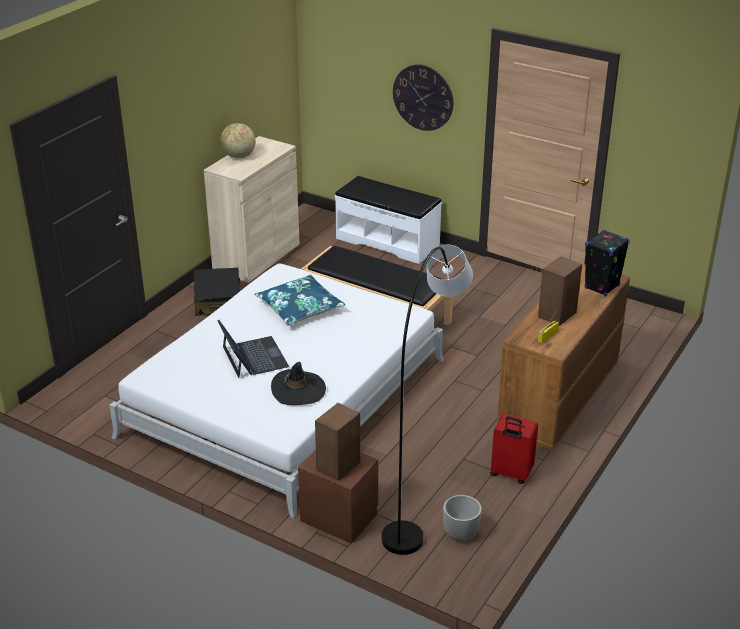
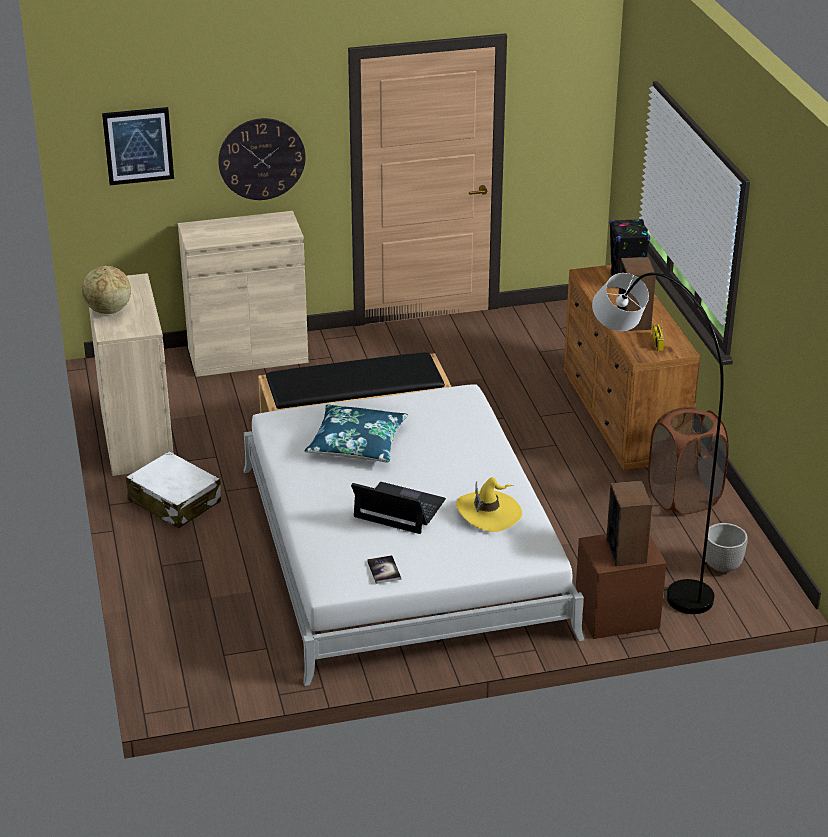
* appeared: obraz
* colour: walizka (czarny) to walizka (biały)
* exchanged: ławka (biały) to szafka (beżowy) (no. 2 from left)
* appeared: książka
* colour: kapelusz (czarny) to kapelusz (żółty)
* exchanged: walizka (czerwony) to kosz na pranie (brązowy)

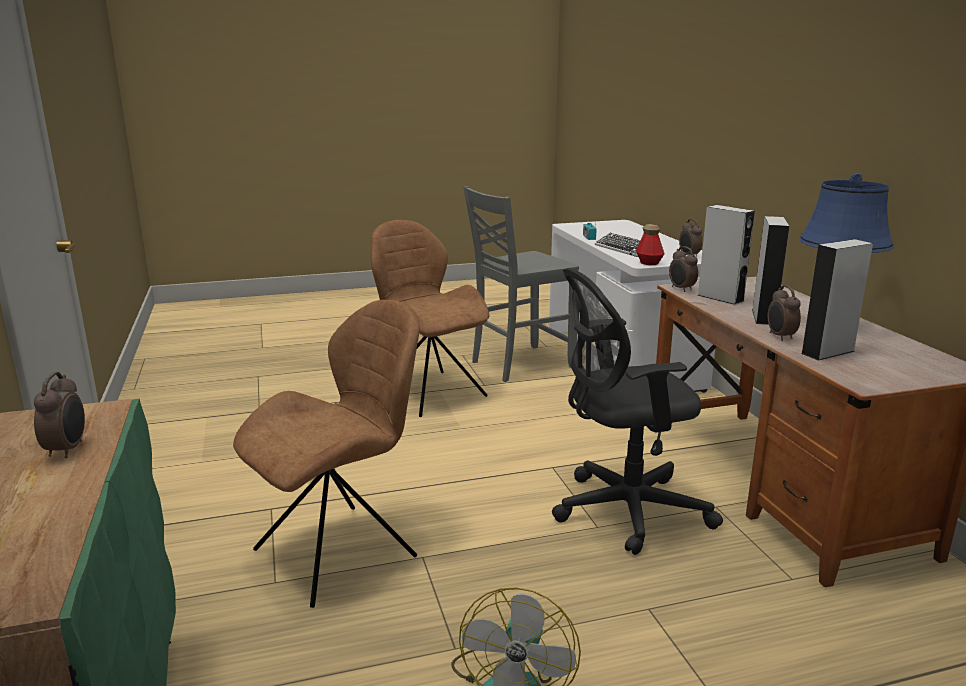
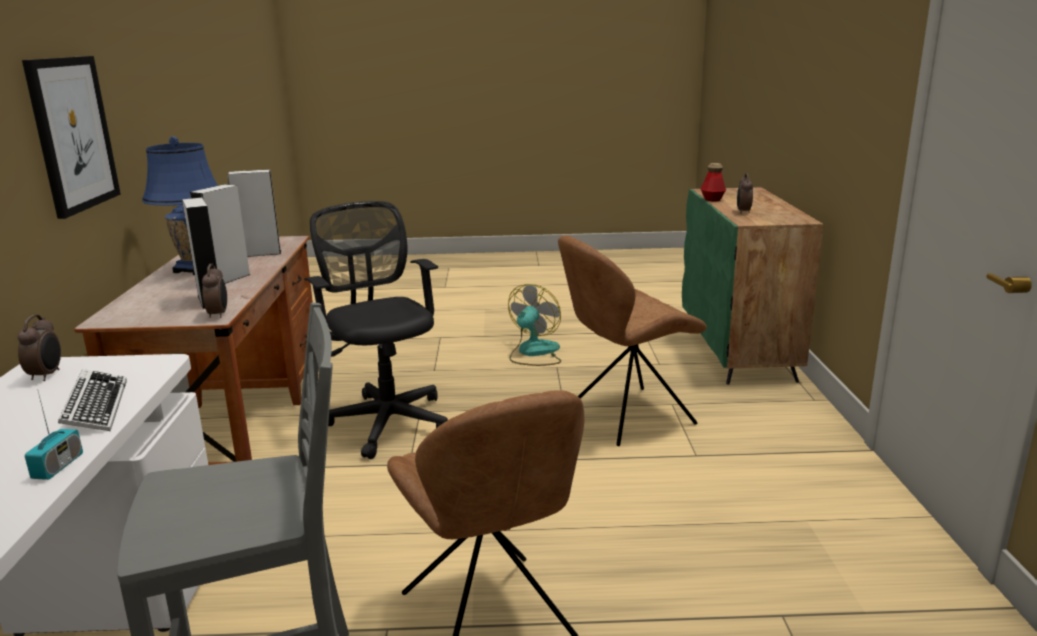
* appeared: obraz
* spun: krzesło biurowe (czarny) 120 degrees counterclockwise
* relocated: butelka
* missing: budzik (no. 4 from left)

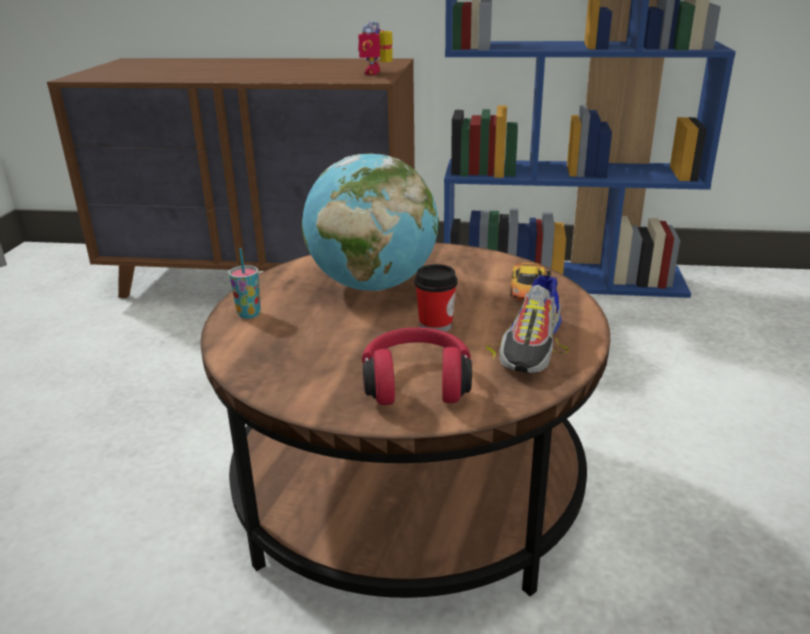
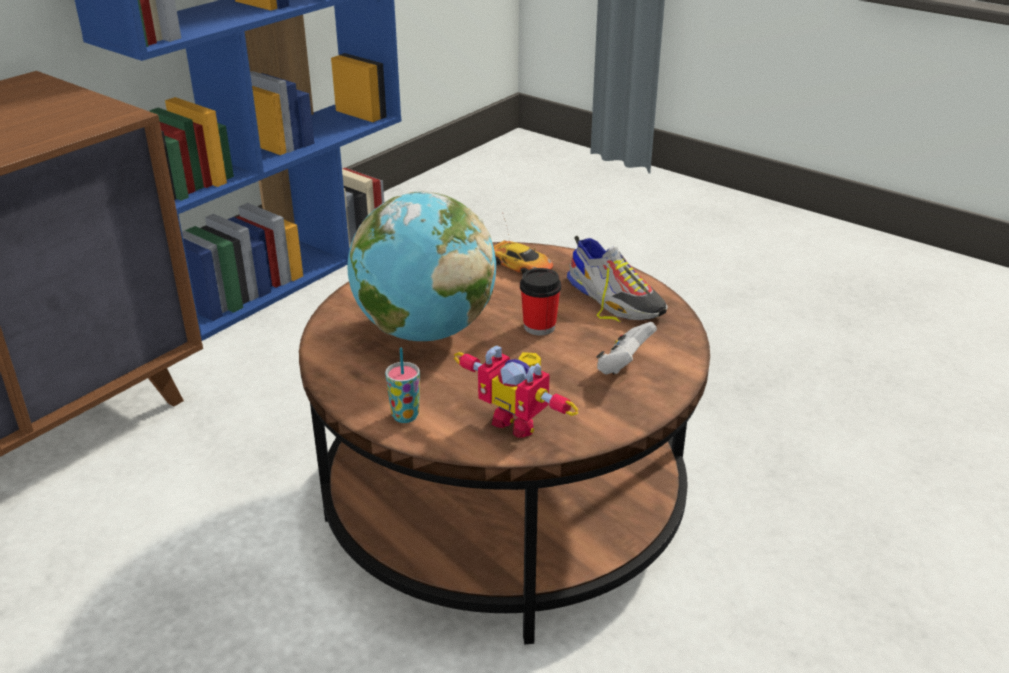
* relocated: robot zabawkowy
* exchanged: słuchawki (czerwony) to pad do gier (biały)

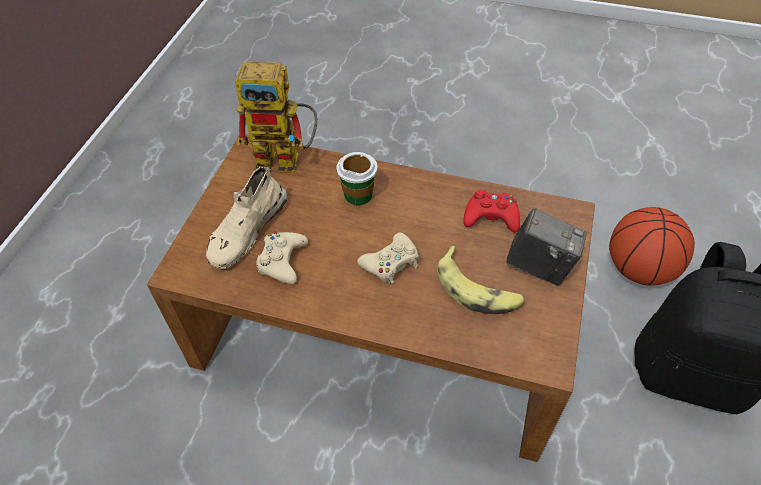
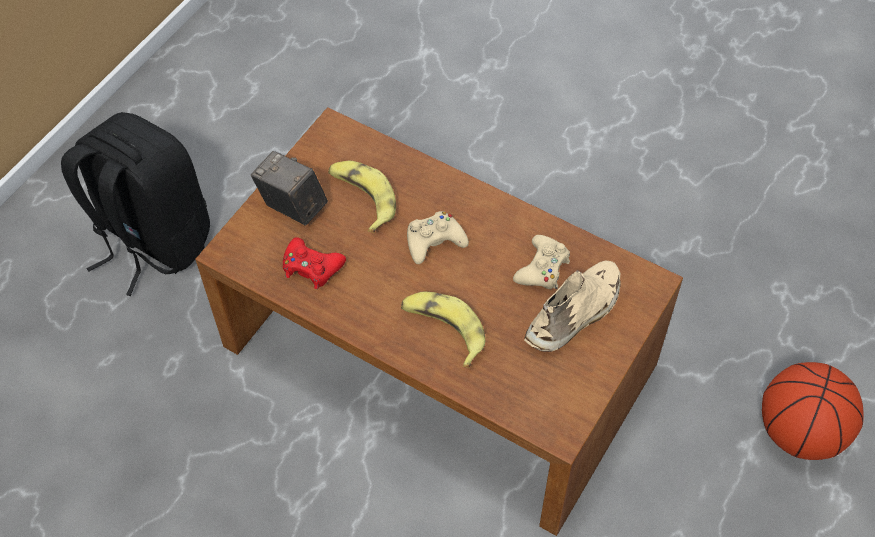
* exchanged: filiżanka to banan (no. 2 from left)
* relocated: piłka do koszykówki
* missing: robot zabawkowy

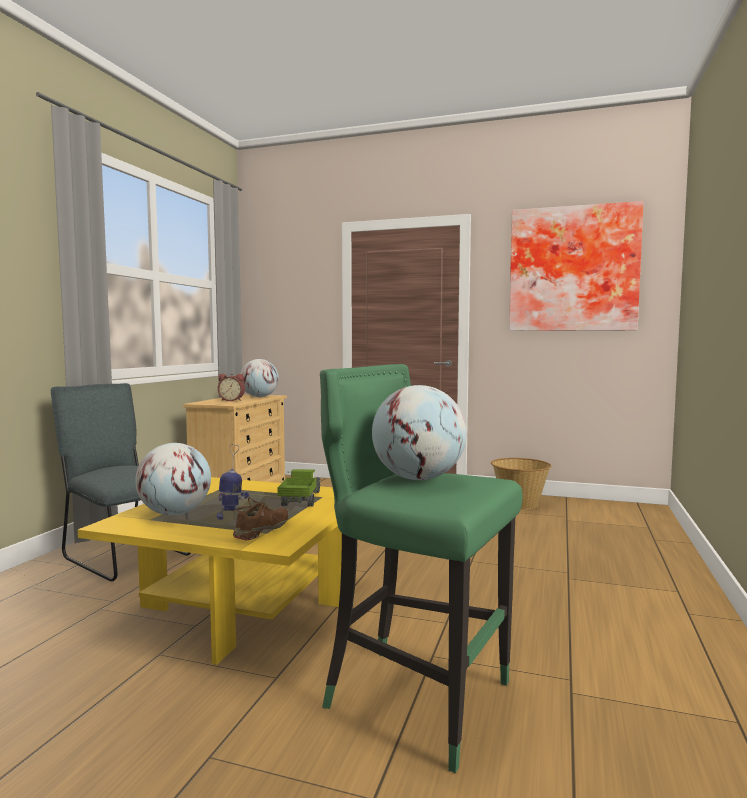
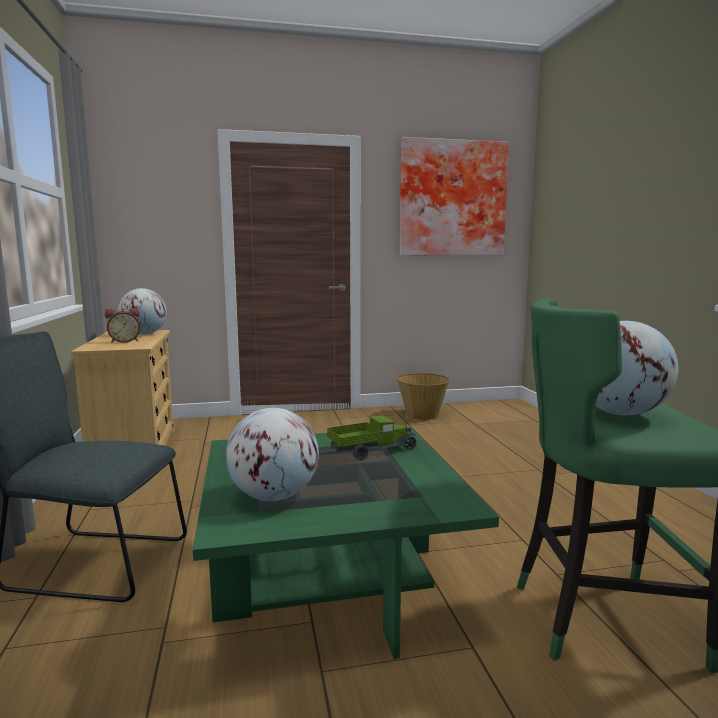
* colour: ława (żółty) to ława (zielony)
* spun: ciężarówka zabawkowa 90 degrees clockwise
* missing: robot zabawkowy
* missing: but (brązowy)

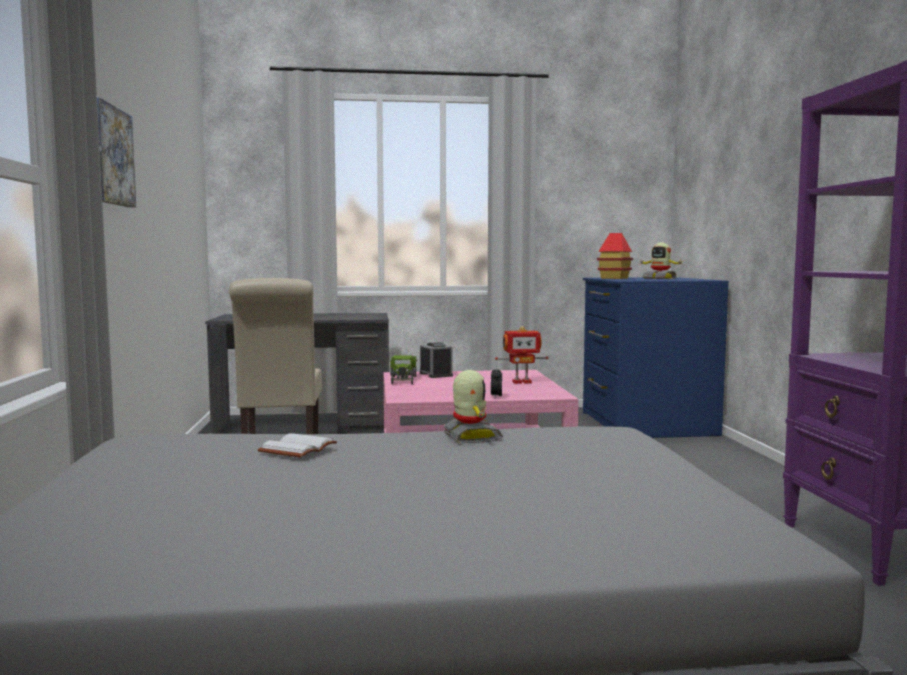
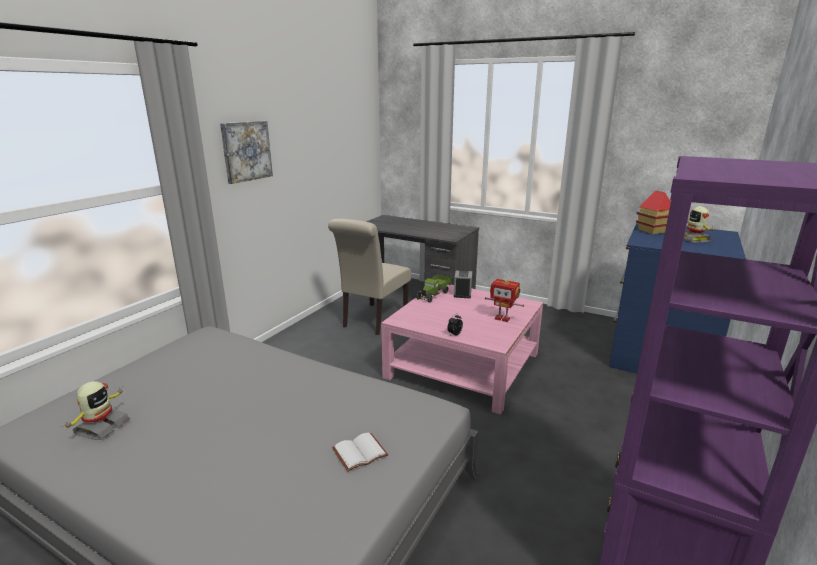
* relocated: robot zabawkowy (no. 1 from left)
* relocated: książka (biały)

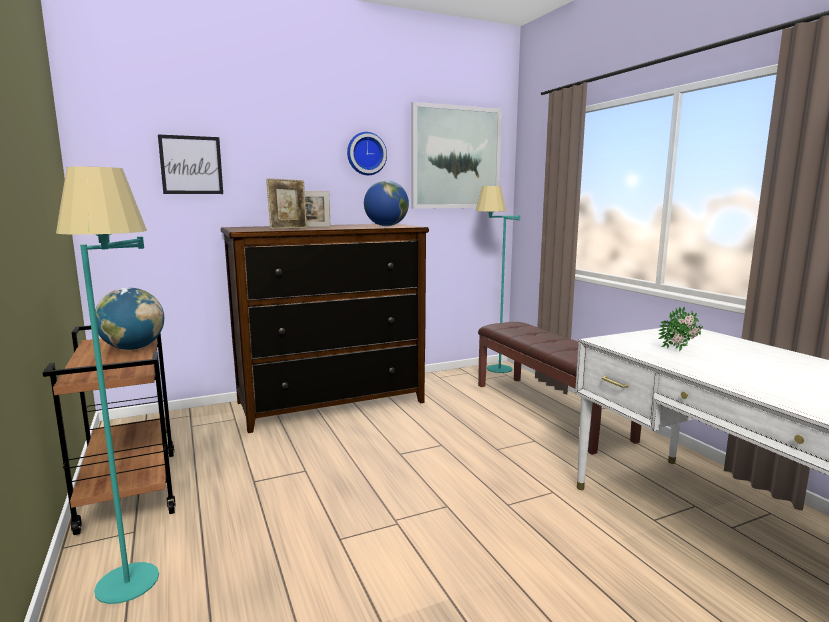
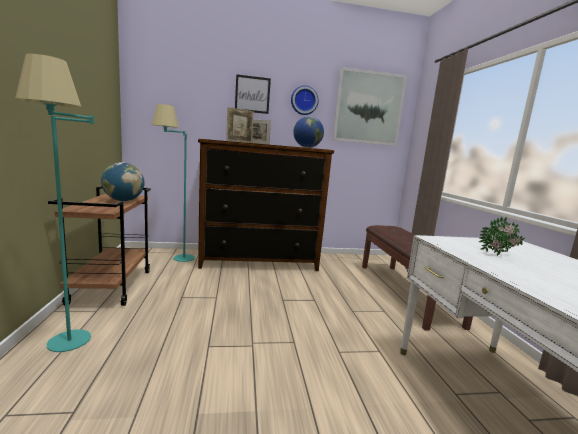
* relocated: lampa stojąca (turkusowy) (no. 2 from left)
* relocated: obraz (no. 1 from left)

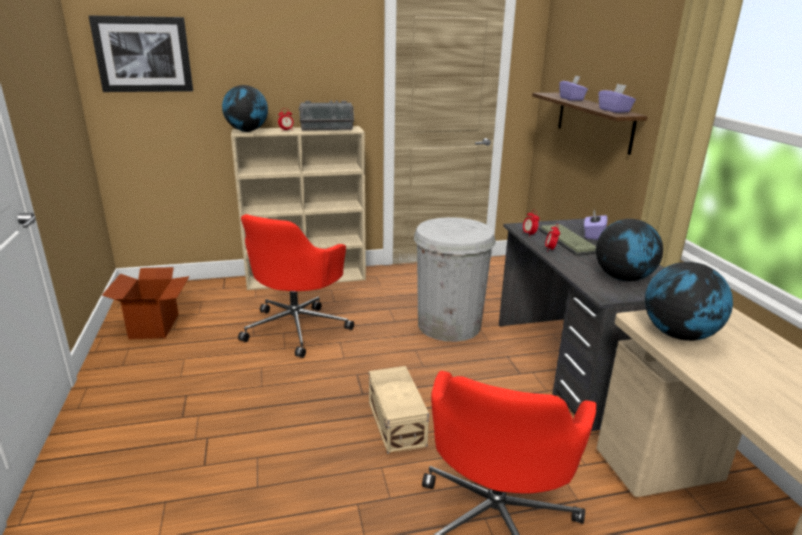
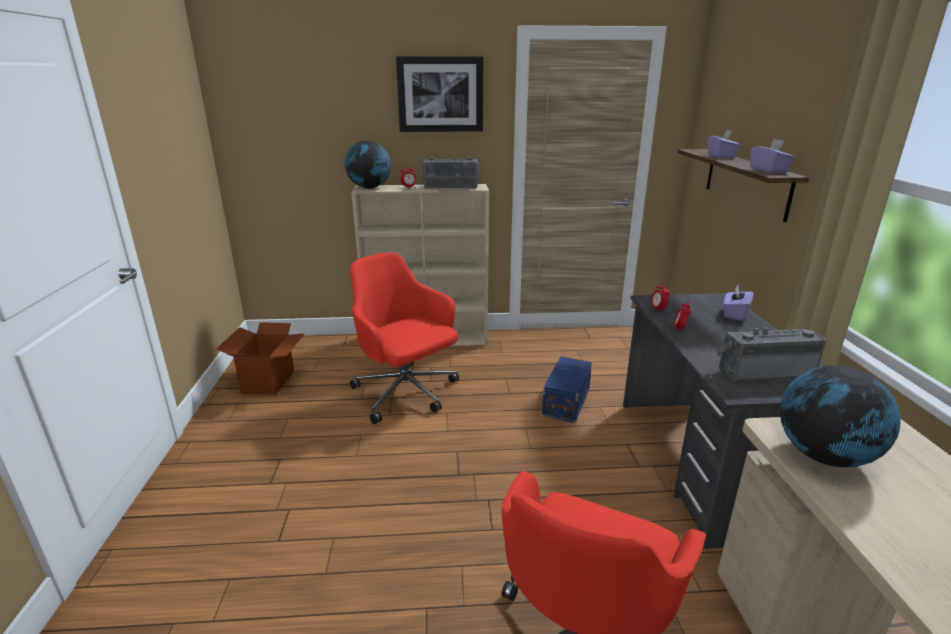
* spun: krzesło biurowe (czerwony) (no. 1 from left) 105 degrees clockwise
* relocated: obraz
* exchanged: kosz na śmieci (biały) to pojemnik do przechowywania (niebieski)
* exchanged: globus (no. 2 from left) to radio (no. 2 from left)
* missing: pojemnik do przechowywania (beżowy)
* missing: klawiatura

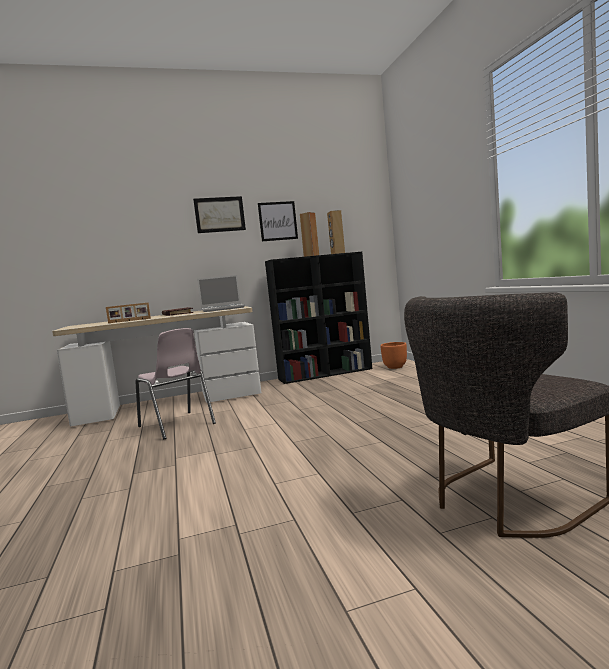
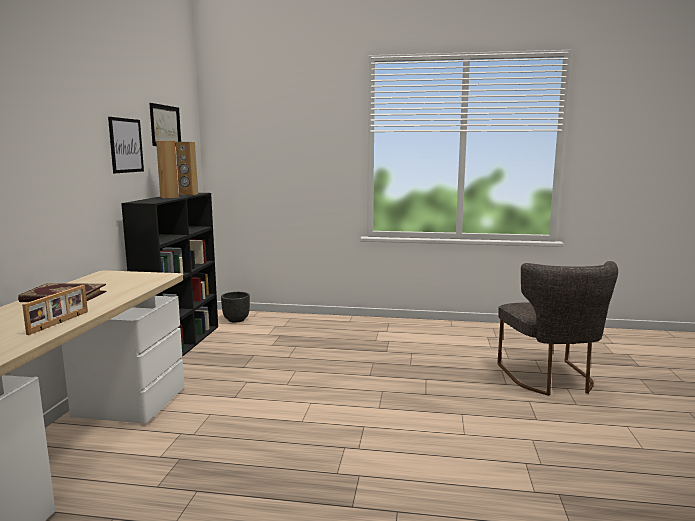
* relocated: obraz (no. 1 from left in the first image) to obraz (no. 2 from left)
* colour: donica (pomarańczowy) to donica (czarny)
* missing: krzesło (różowy)
* missing: laptop

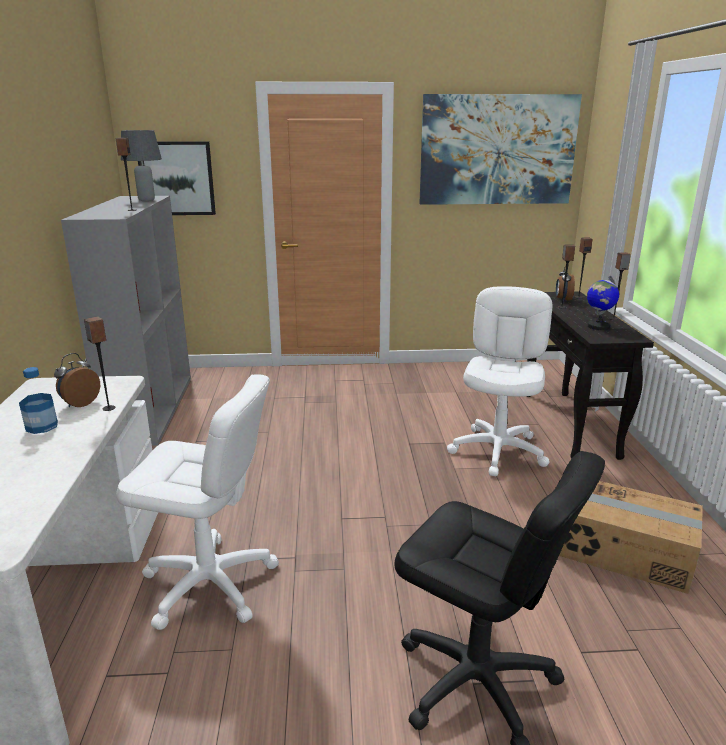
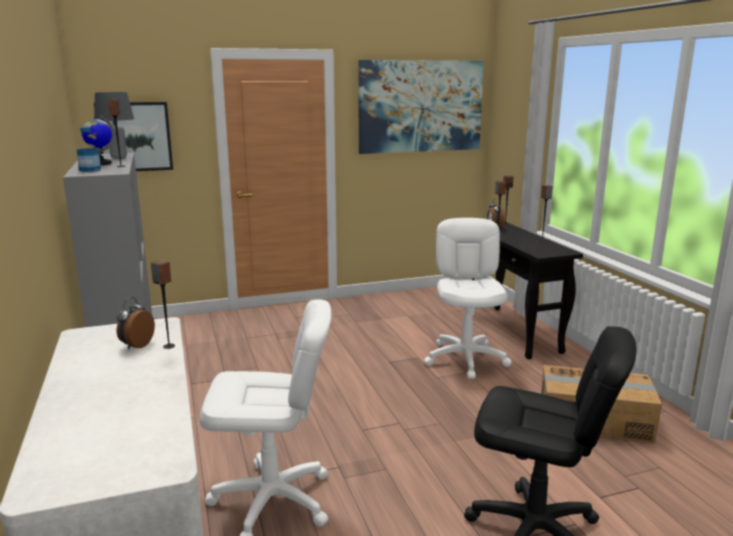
* relocated: butelka
* relocated: globus

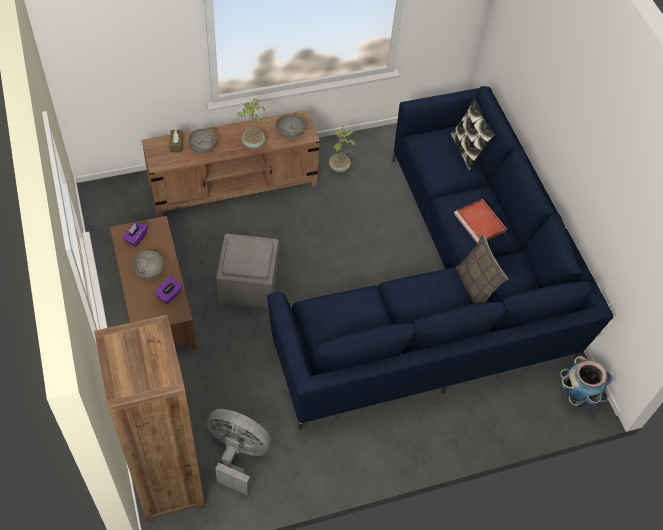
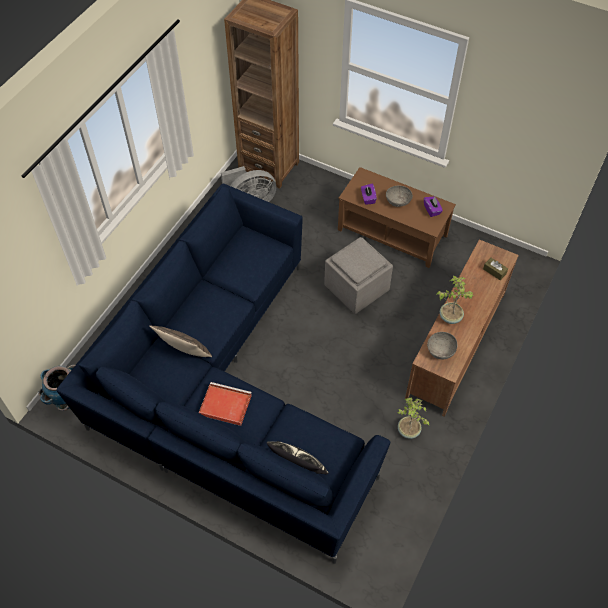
* missing: miska (szary) (no. 2 from left)

